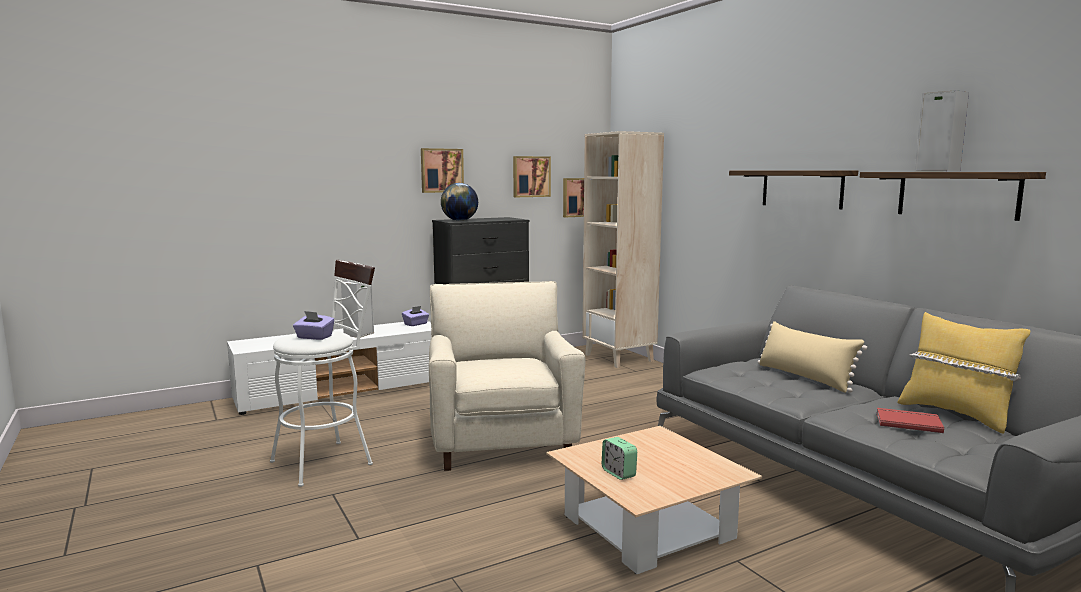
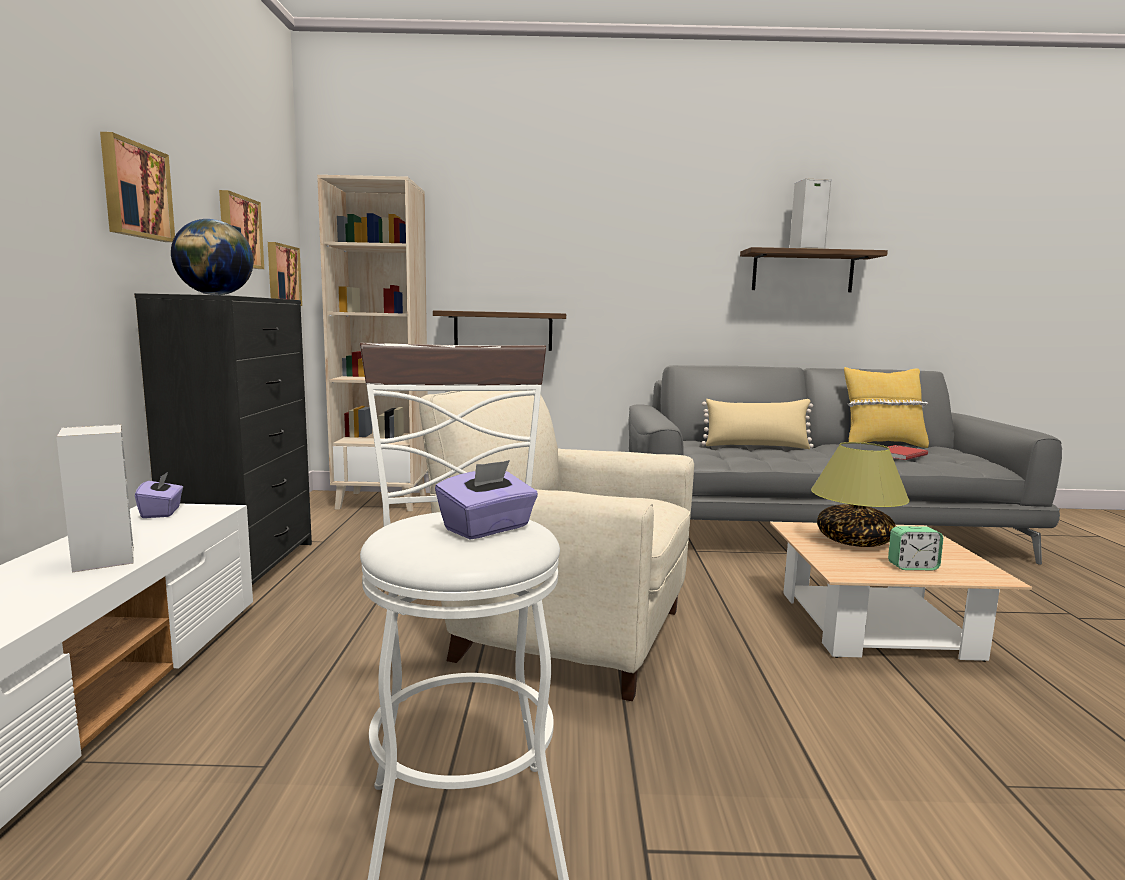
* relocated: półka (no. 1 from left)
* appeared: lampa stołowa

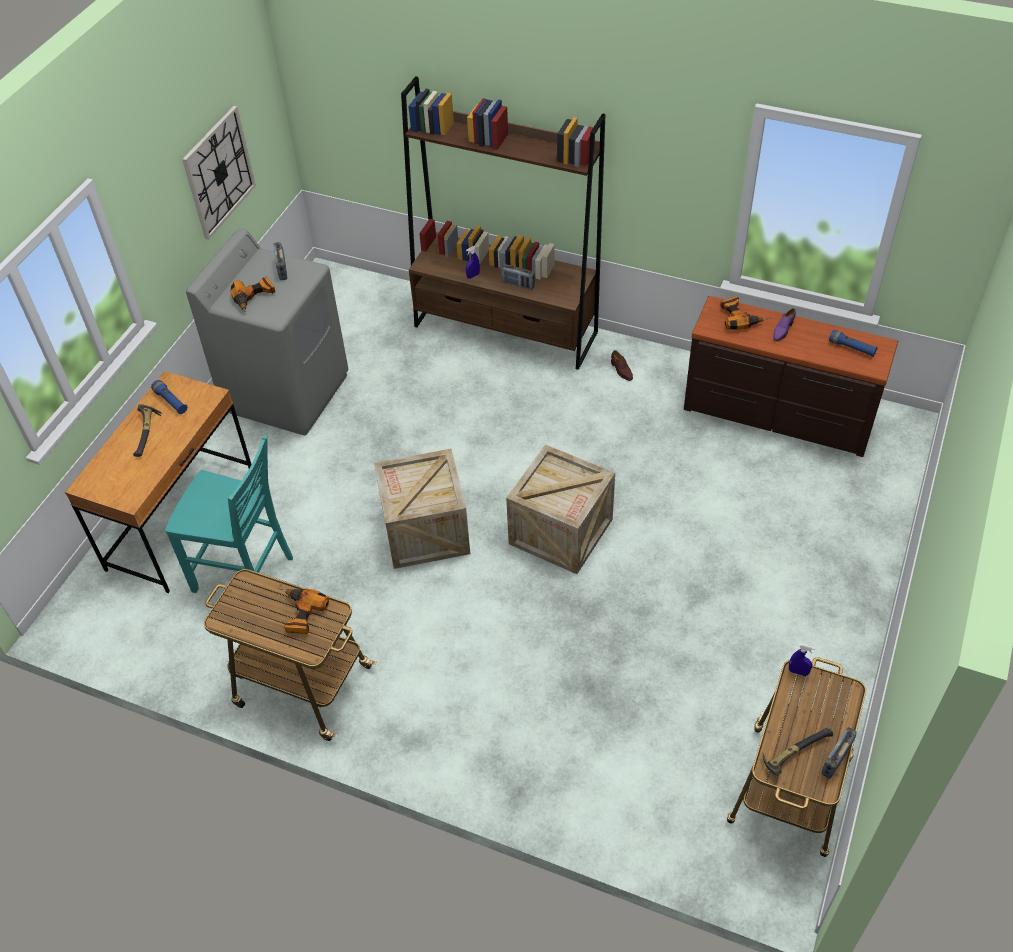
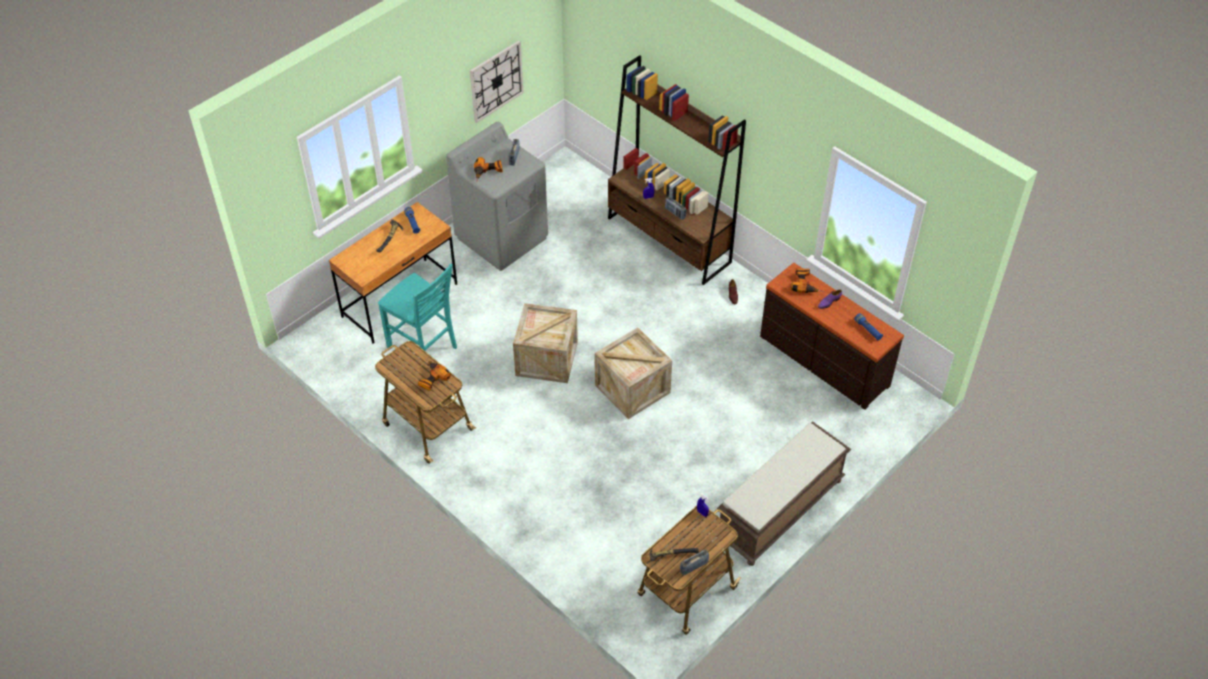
* appeared: ławka (brązowy)

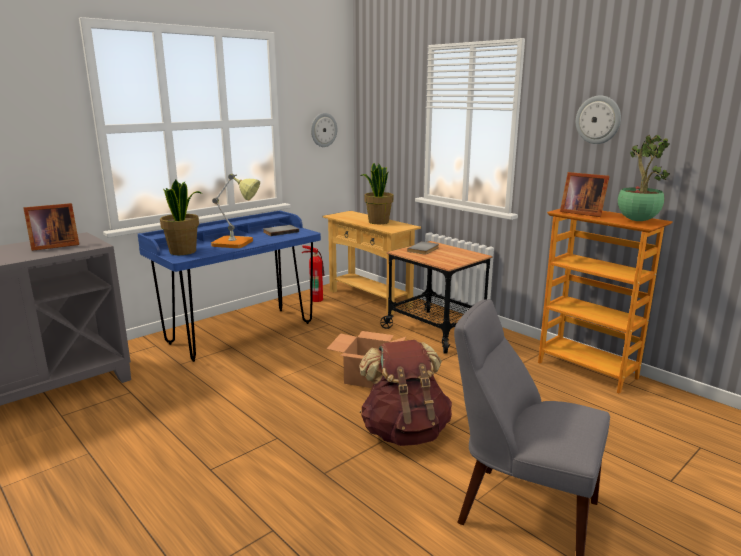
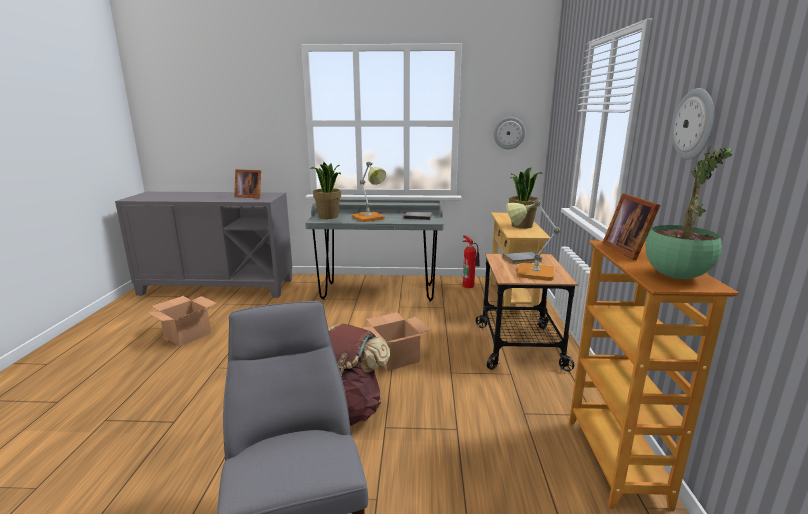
* appeared: karton (no. 1 from left)
* colour: biurko (niebieski) to biurko (szary)
* appeared: lampa stołowa (no. 2 from left)

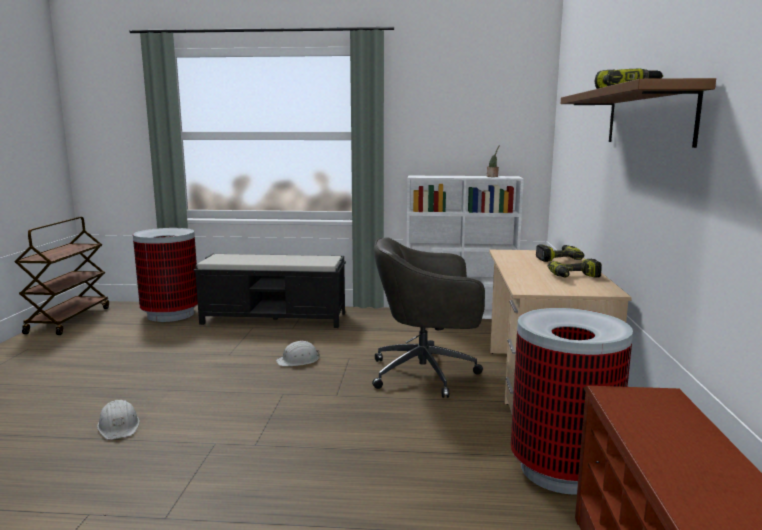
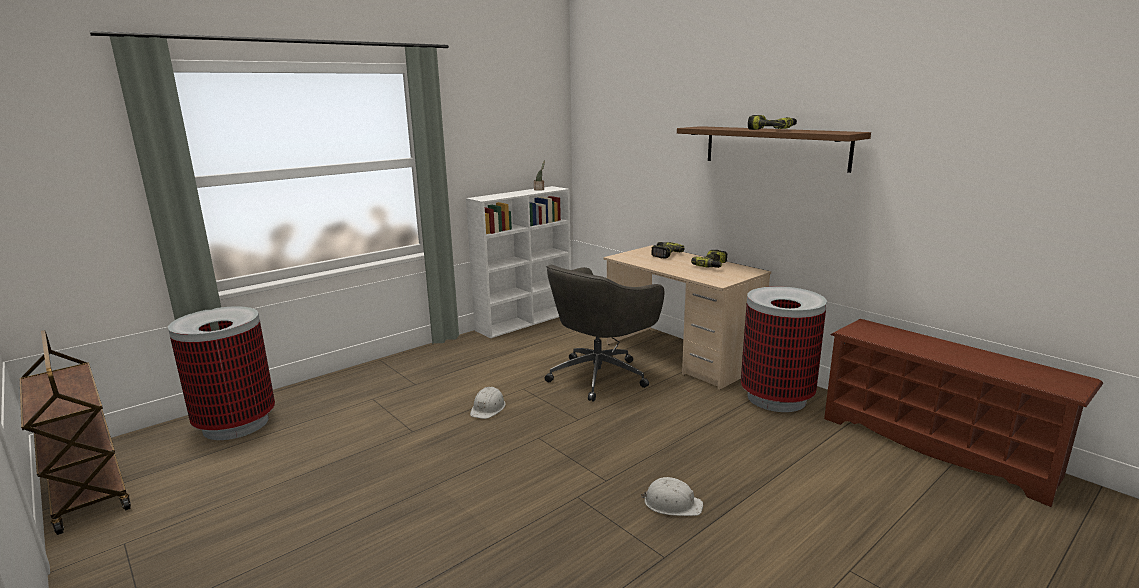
* relocated: kask (biały) (no. 1 from left in the first image) to kask (biały) (no. 2 from left)
* missing: ławka (czarny)

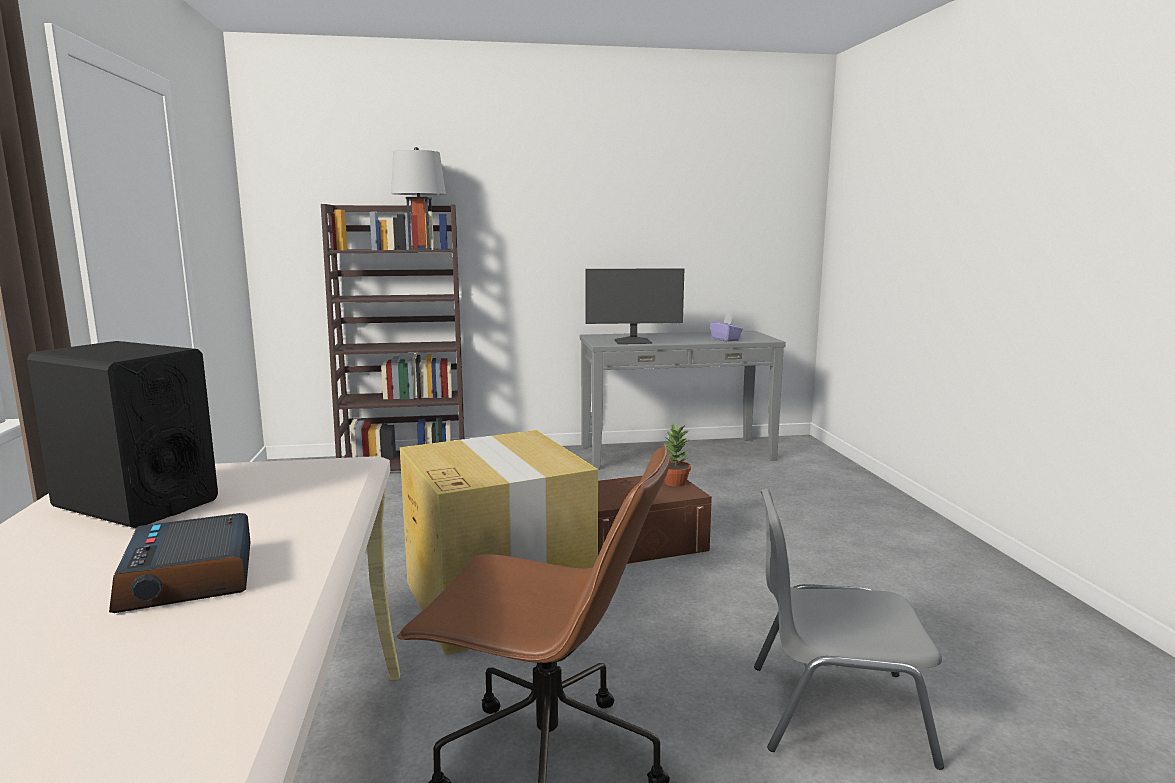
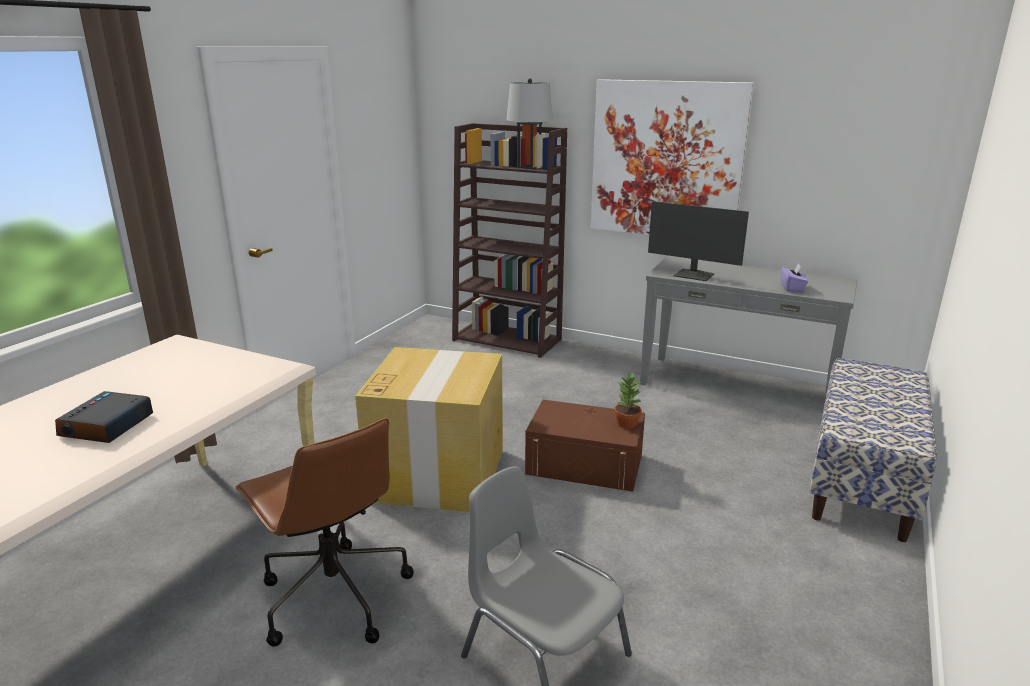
* appeared: obraz
* appeared: ławka
* missing: głośnik (czarny)

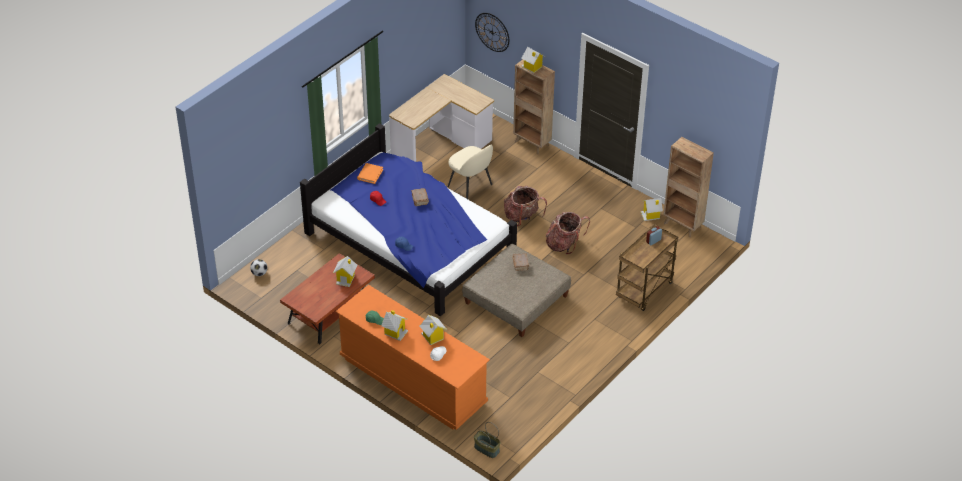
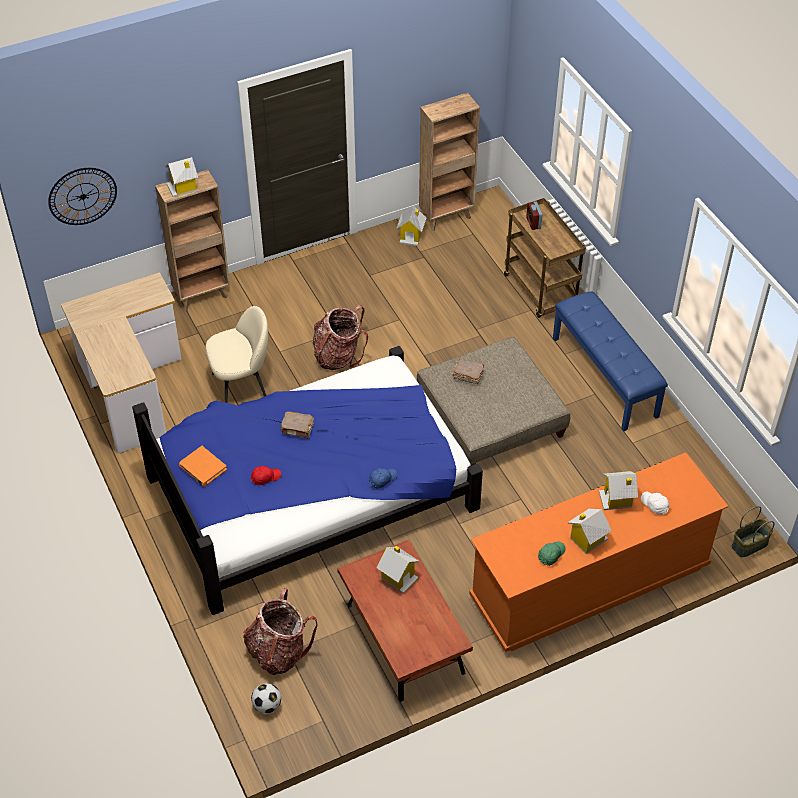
* relocated: plecak (no. 2 from left in the first image) to plecak (no. 1 from left)
* appeared: ławka (niebieski)

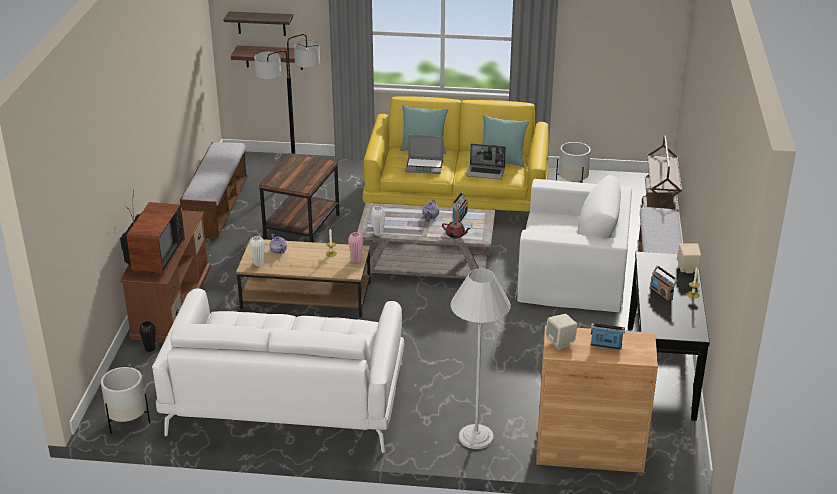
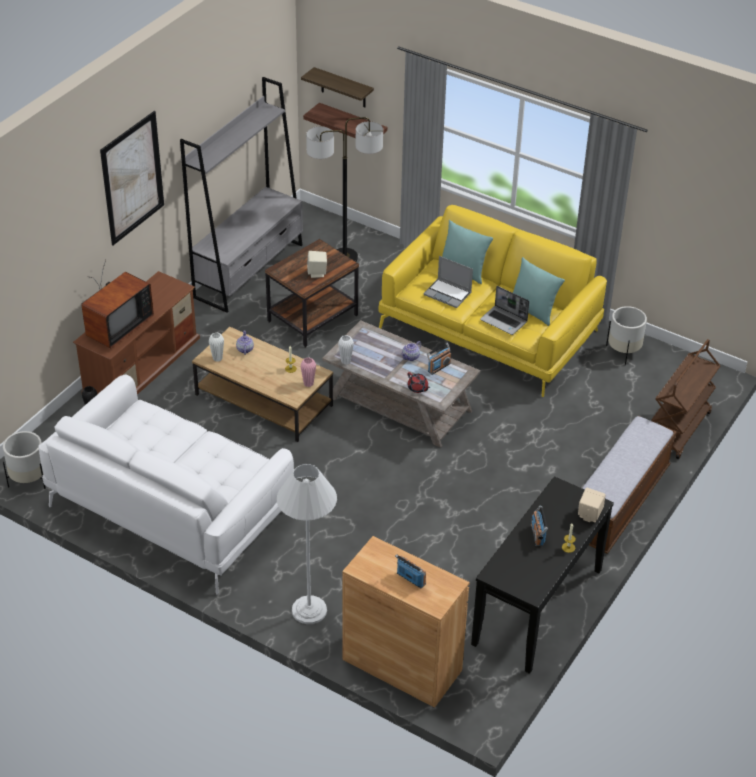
* appeared: obraz
* exchanged: ławka (no. 1 from left) to regał (szary)
* relocated: głośnik (beżowy) (no. 1 from left)
* missing: fotel (biały)

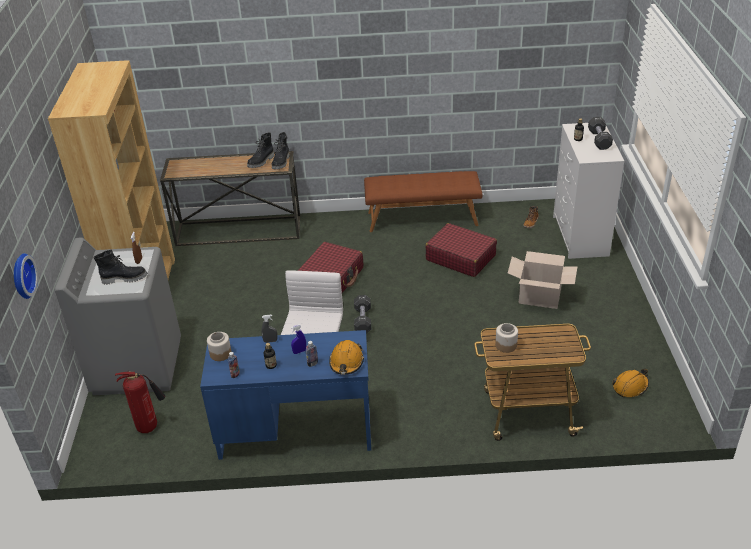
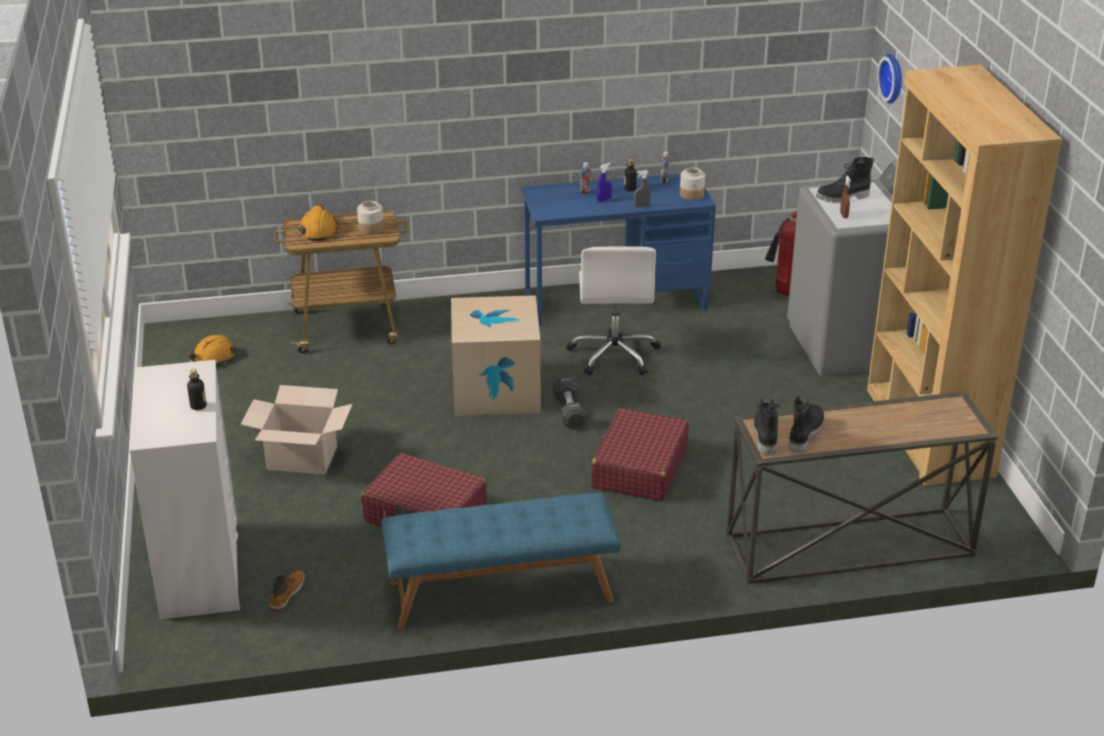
* relocated: kask (pomarańczowy) (no. 1 from left in the first image) to kask (pomarańczowy) (no. 2 from left)
* colour: ławka (brązowy) to ławka (niebieski)
* appeared: karton (no. 2 from left)
* missing: hantel (czarny) (no. 2 from left)

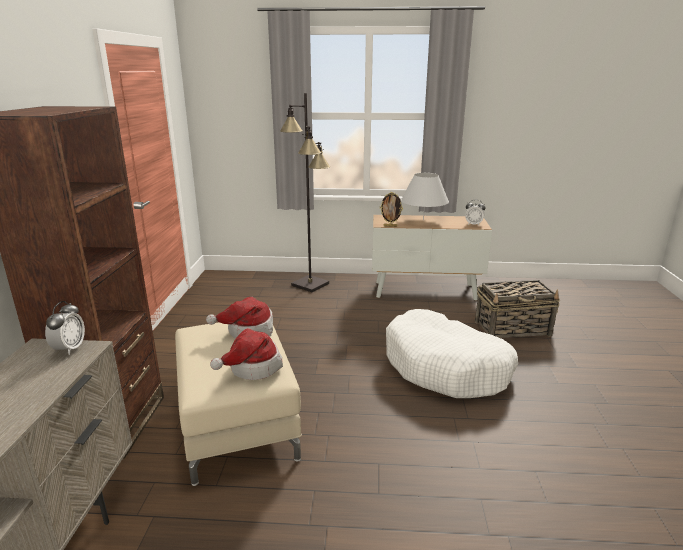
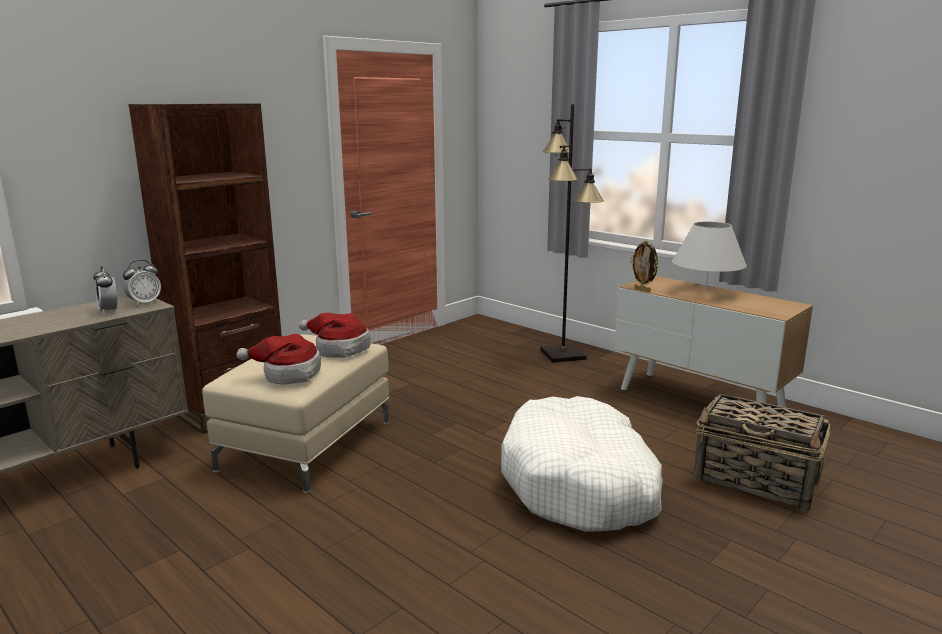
* relocated: budzik (no. 2 from left in the first image) to budzik (no. 1 from left)

